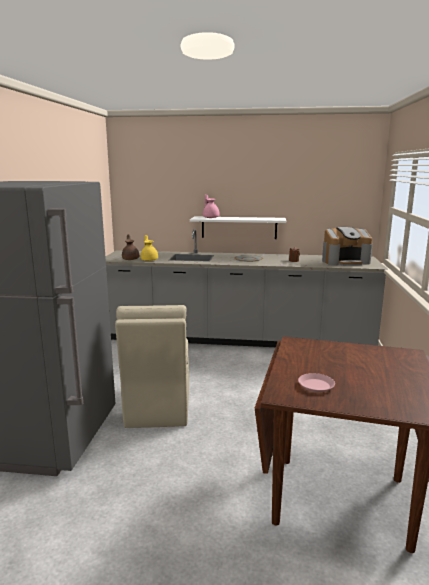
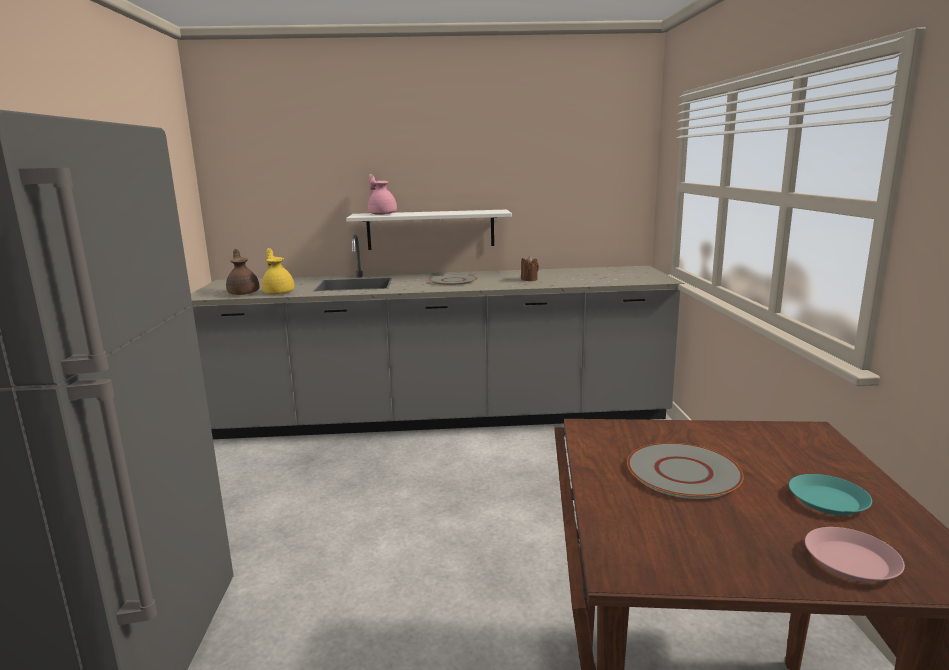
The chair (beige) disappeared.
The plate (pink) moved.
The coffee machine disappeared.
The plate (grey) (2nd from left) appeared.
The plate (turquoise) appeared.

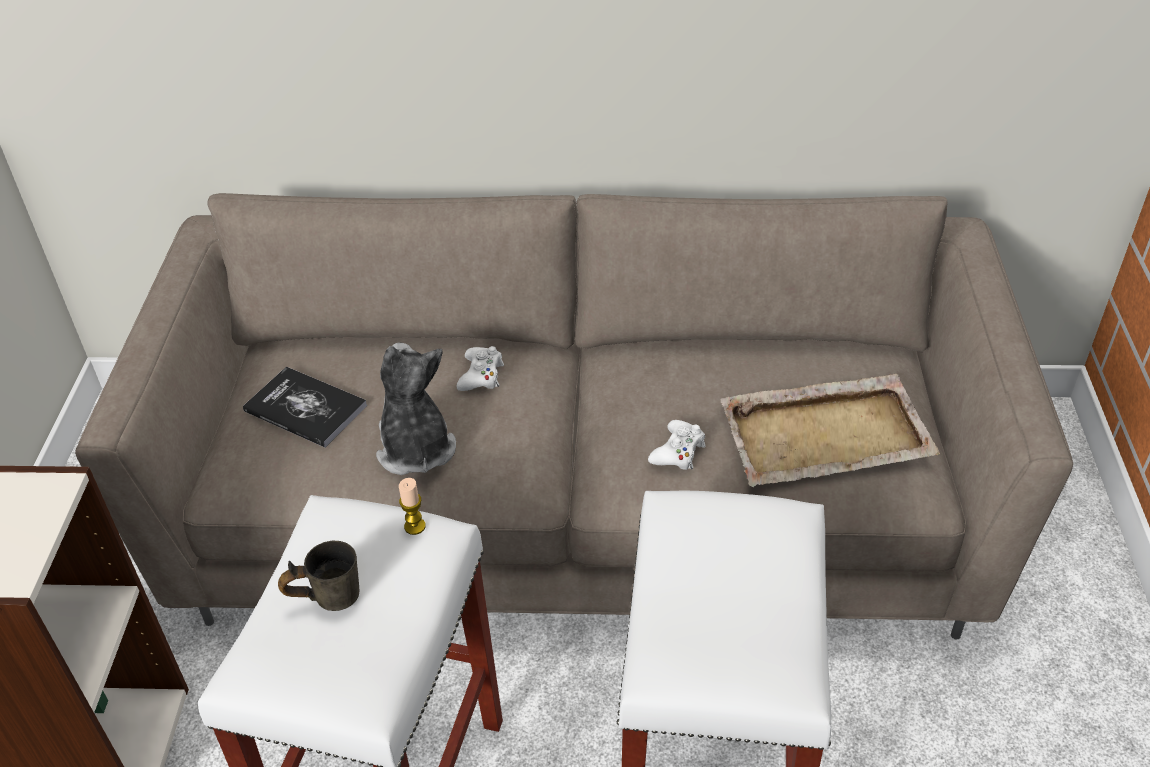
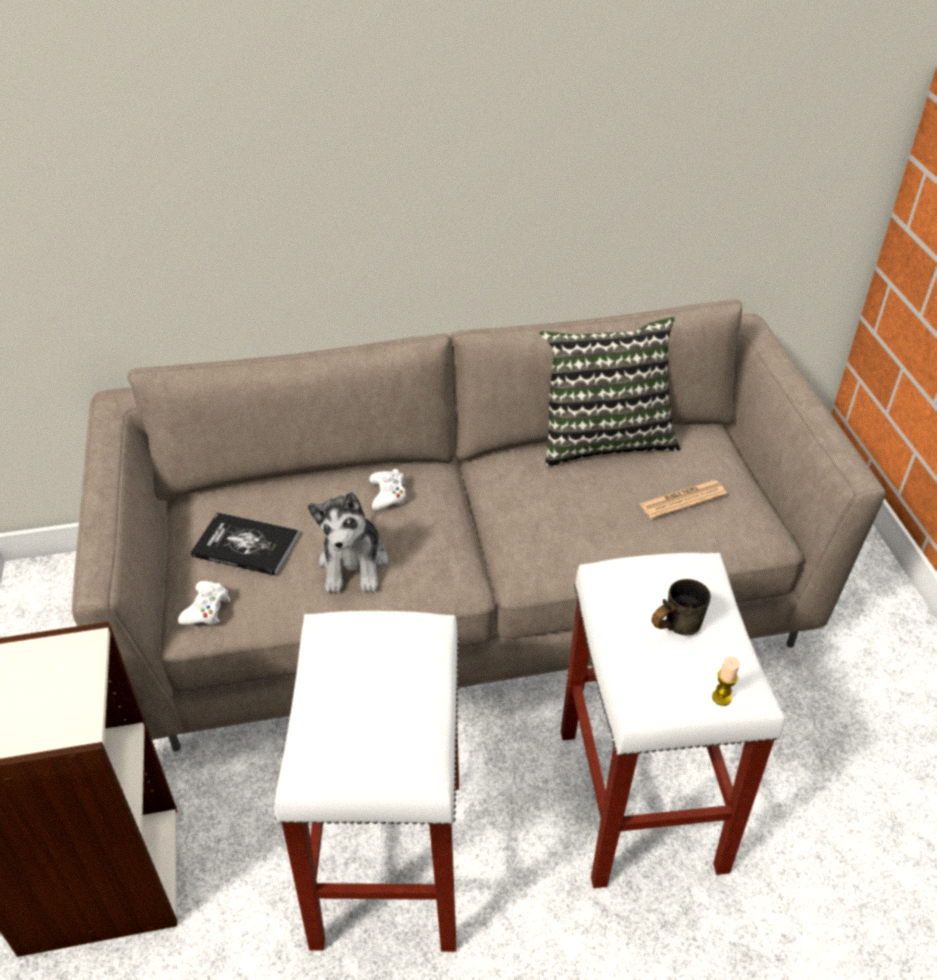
The mug (grey) moved.
The plush toy turned 150 degrees counterclockwise.
The candle moved.
The game controller (white) (2nd from left in the first image) moved.
The tray (beige) was replaced by the newspaper.
The pillow appeared.

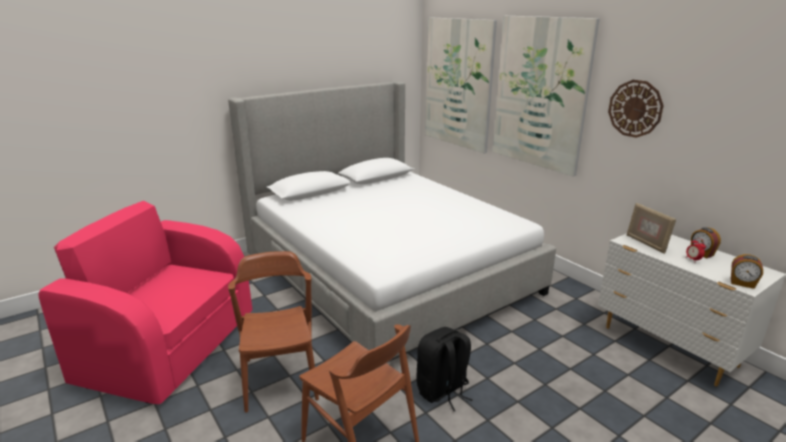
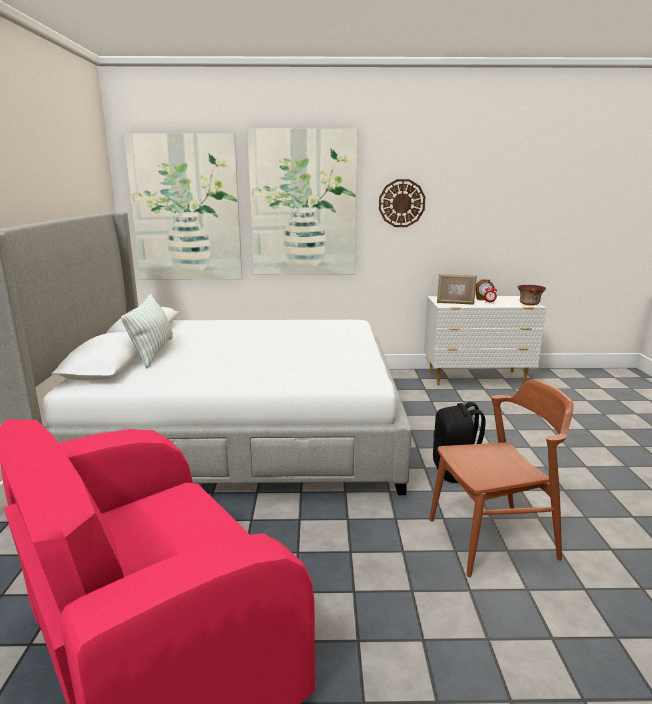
The chair (brown) (1st from left) disappeared.
The alarm clock (3rd from left) was replaced by the bowl.
The pillow appeared.

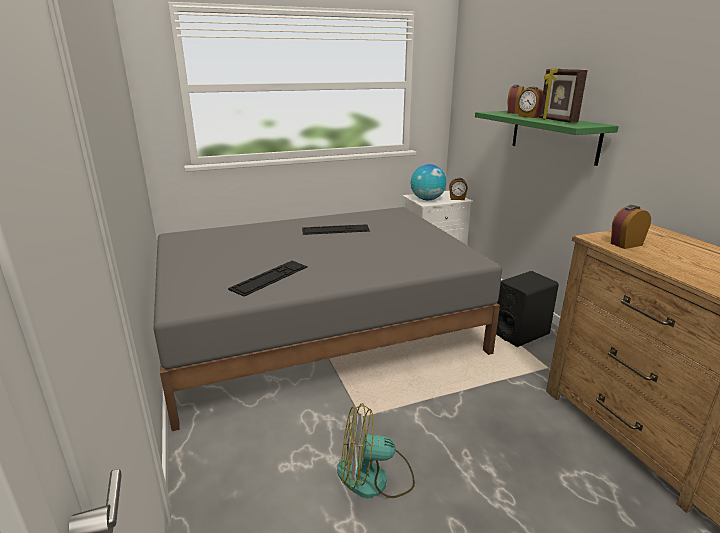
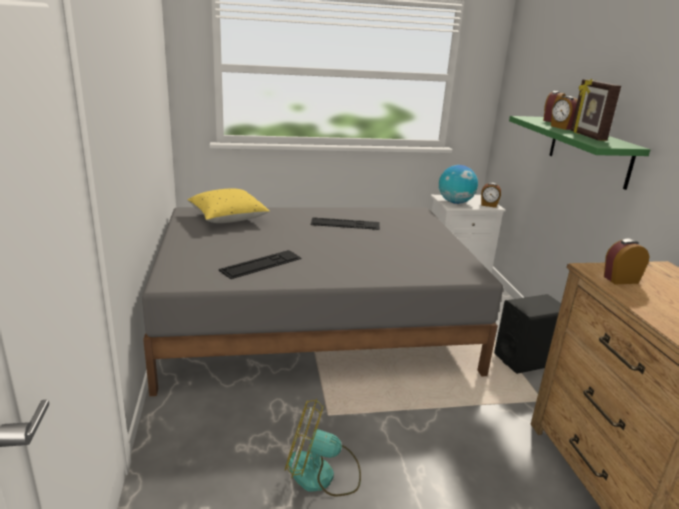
The pillow (yellow) appeared.

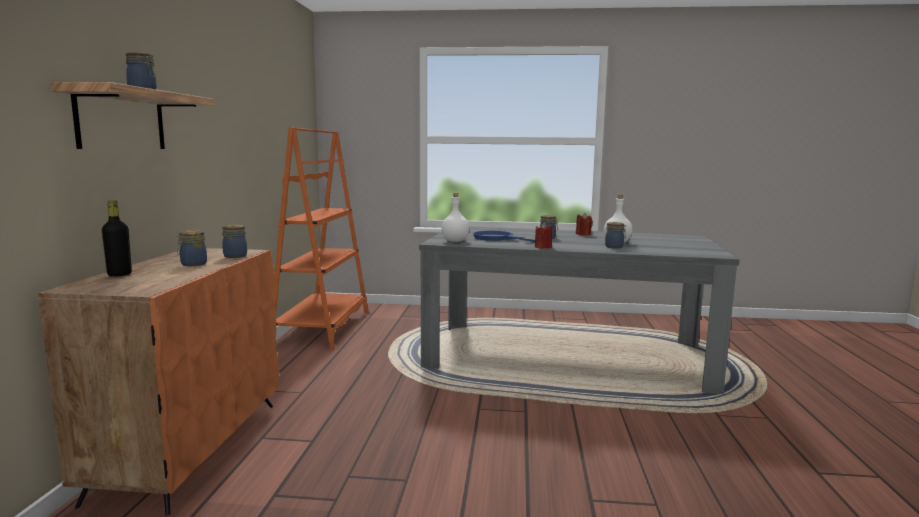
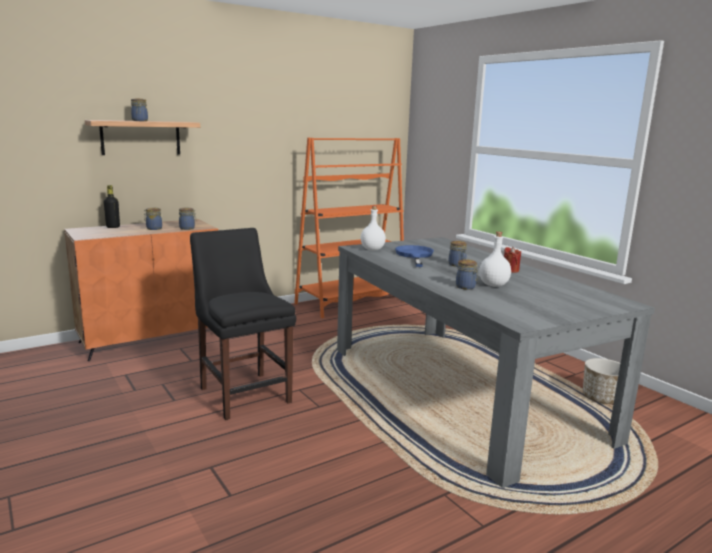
The candle (red) (1st from left) disappeared.
The chair (black) appeared.
The planter appeared.

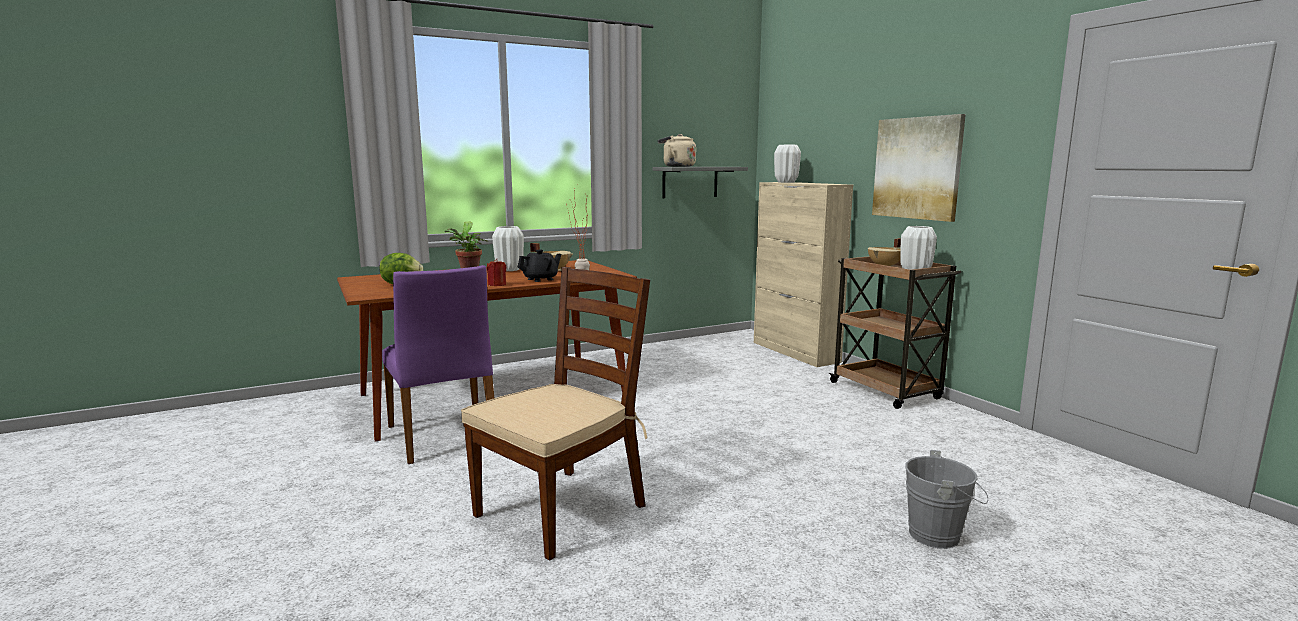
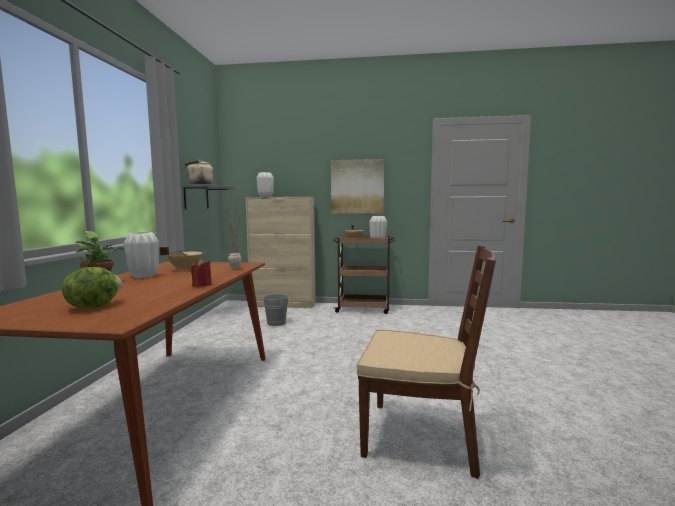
The chair (purple) disappeared.
The chair (brown) turned 120 degrees clockwise.
The teapot (black) disappeared.
The bucket (grey) moved.

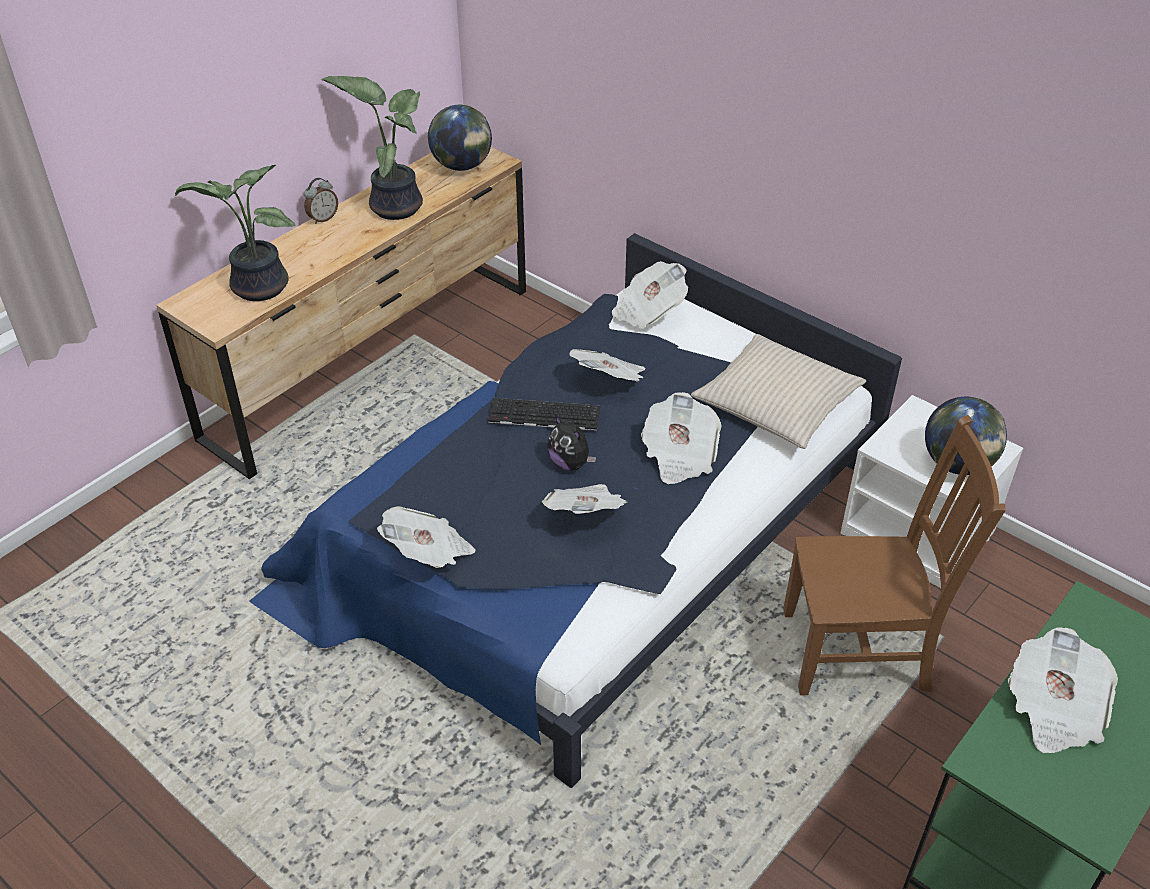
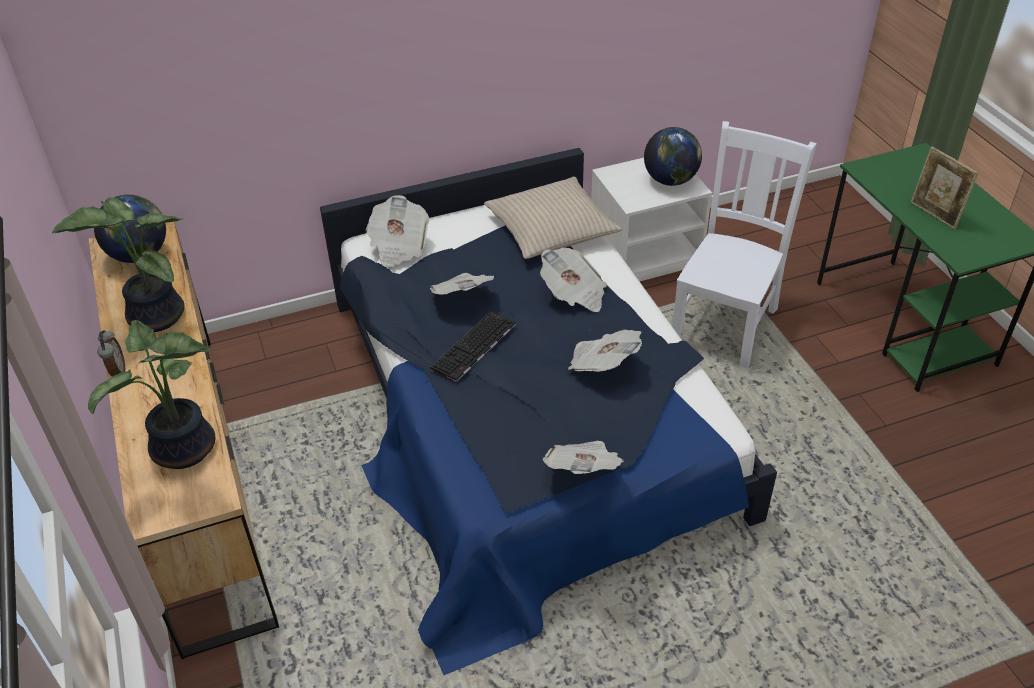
The plush toy disappeared.
The chair (brown) became the chair (white).
The newspaper (6th from left) was replaced by the picture frame.

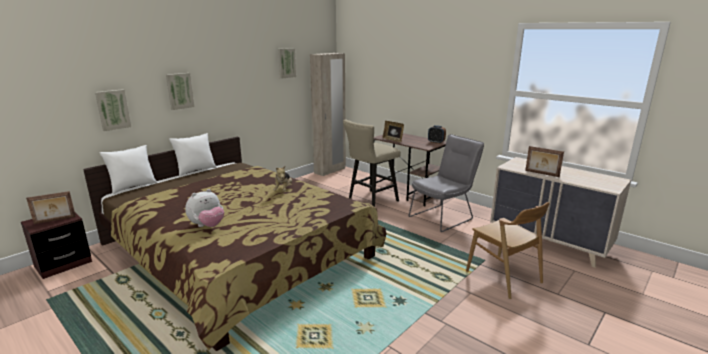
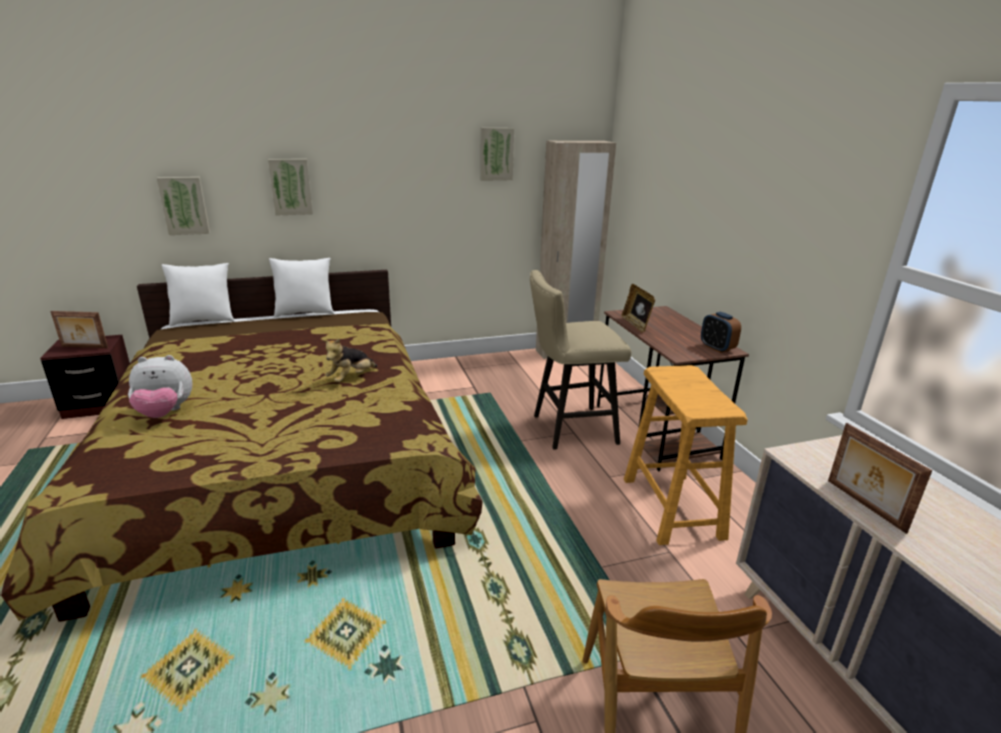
The chair (grey) was replaced by the stool (beige) (2nd from left).

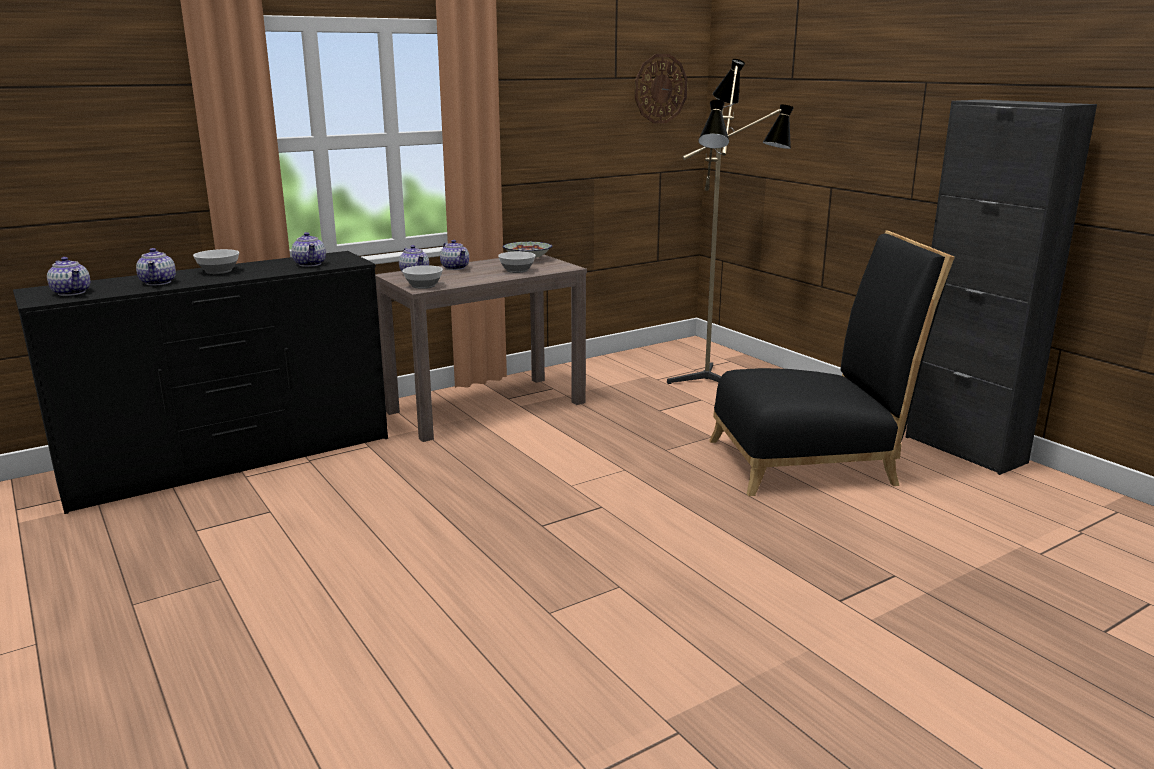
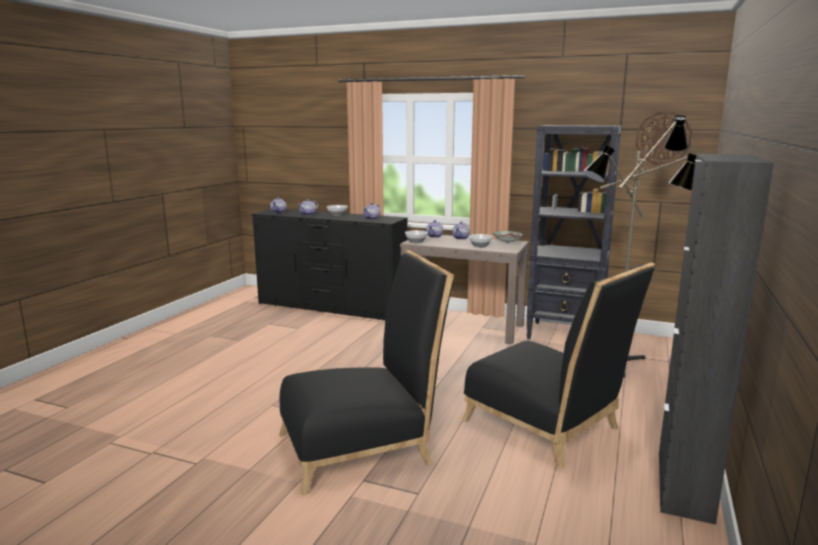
The chair (black) (1st from left) appeared.
The bookcase (black) appeared.

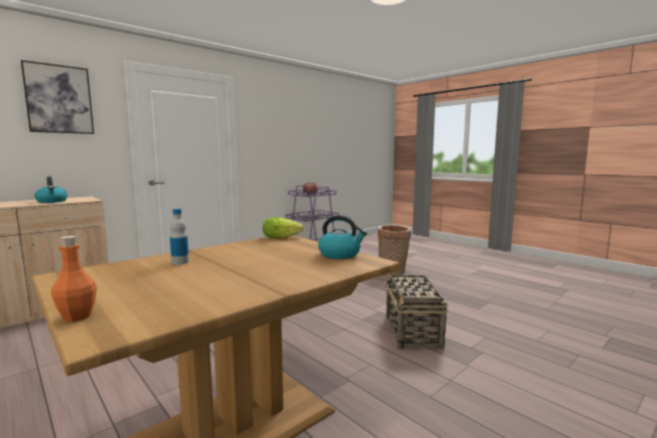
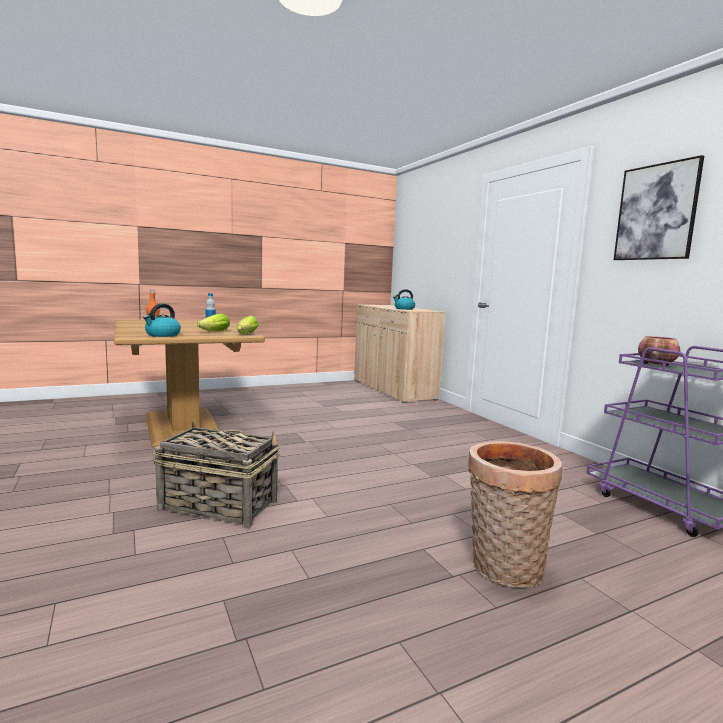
The picture moved.
The lettuce (1st from left) appeared.

